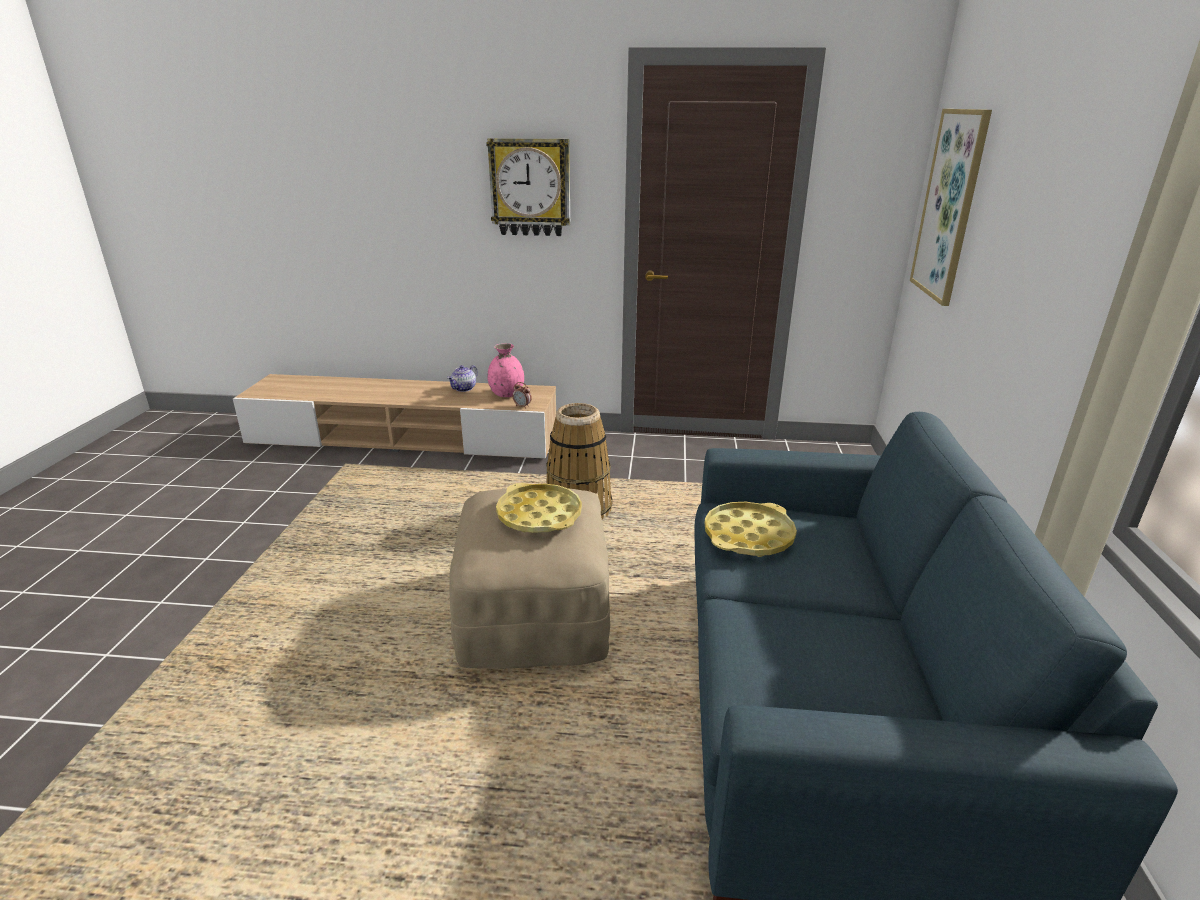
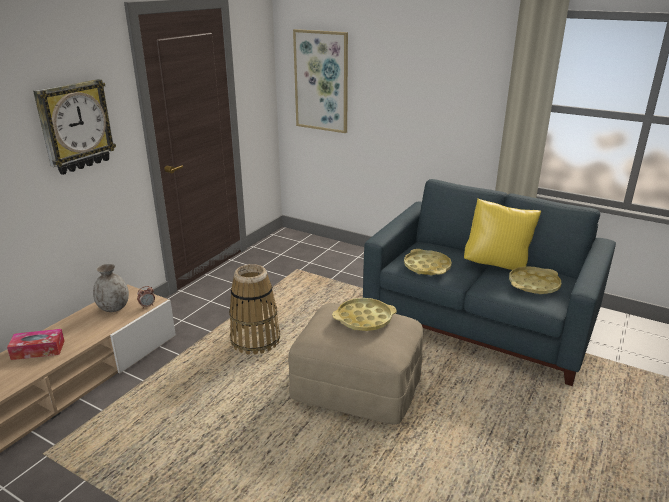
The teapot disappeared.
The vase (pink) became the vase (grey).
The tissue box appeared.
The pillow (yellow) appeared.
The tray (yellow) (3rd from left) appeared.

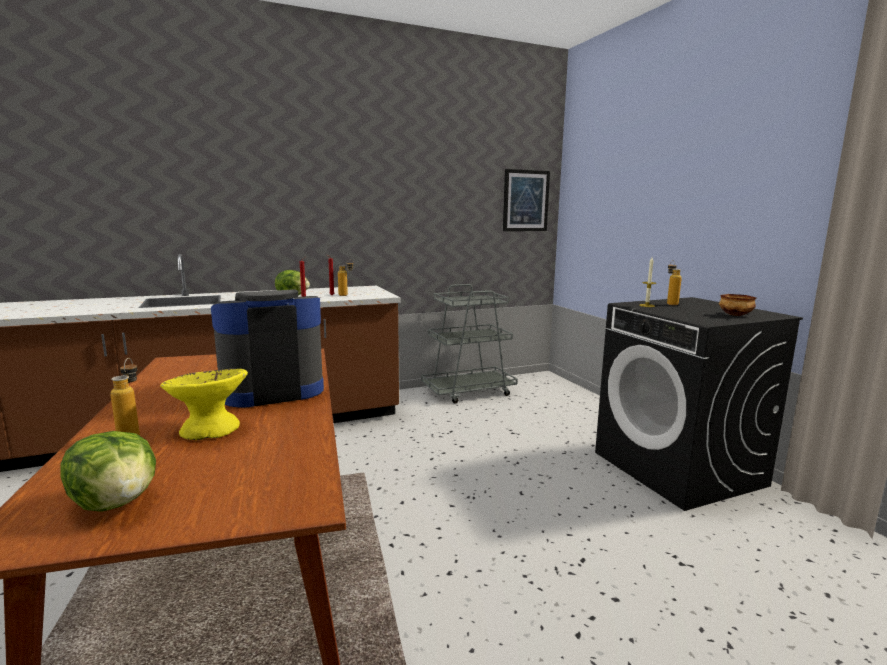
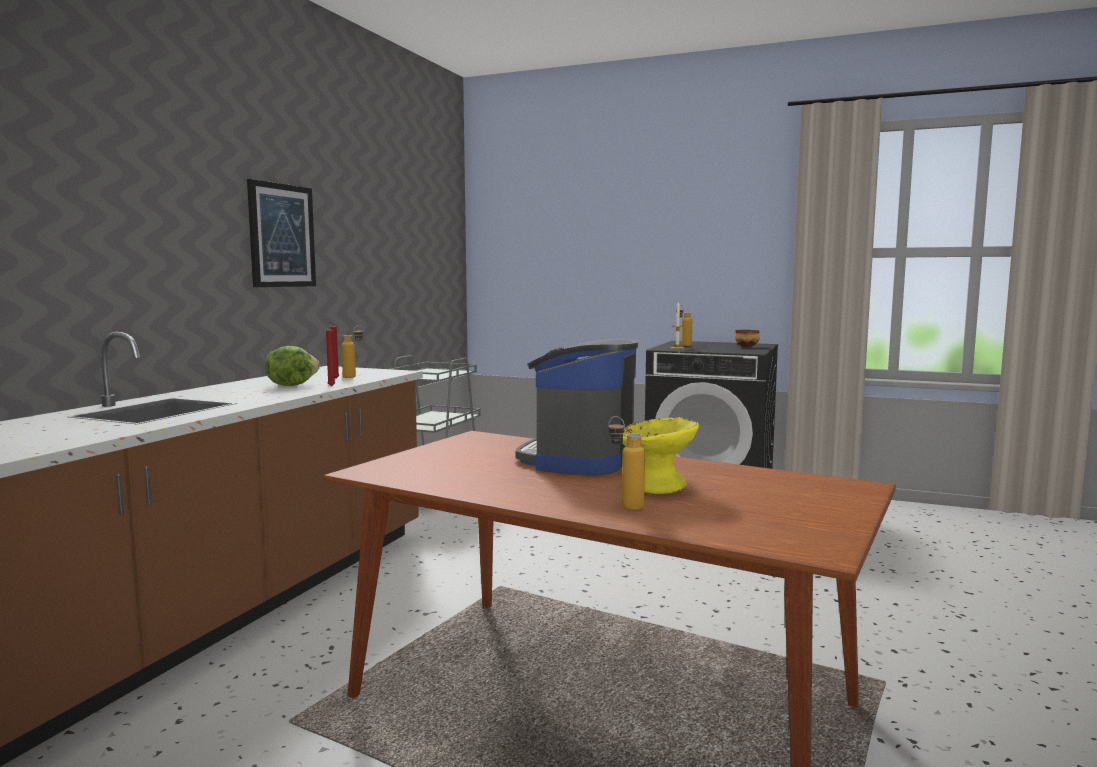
The lettuce (1st from left) disappeared.
The picture moved.

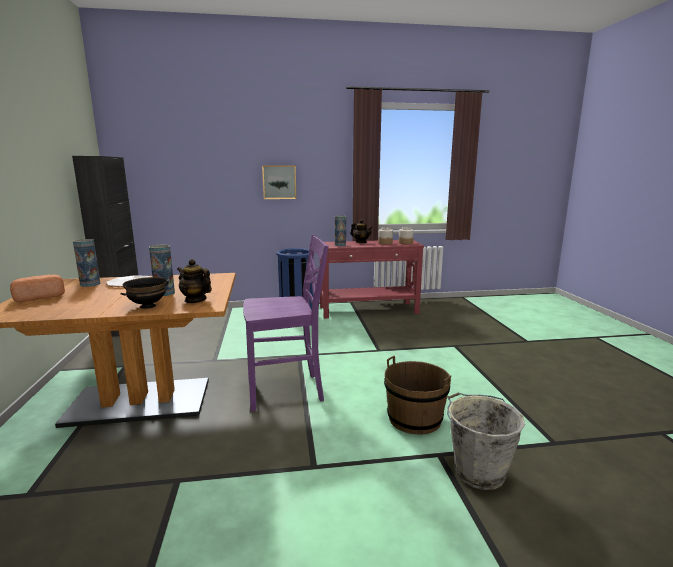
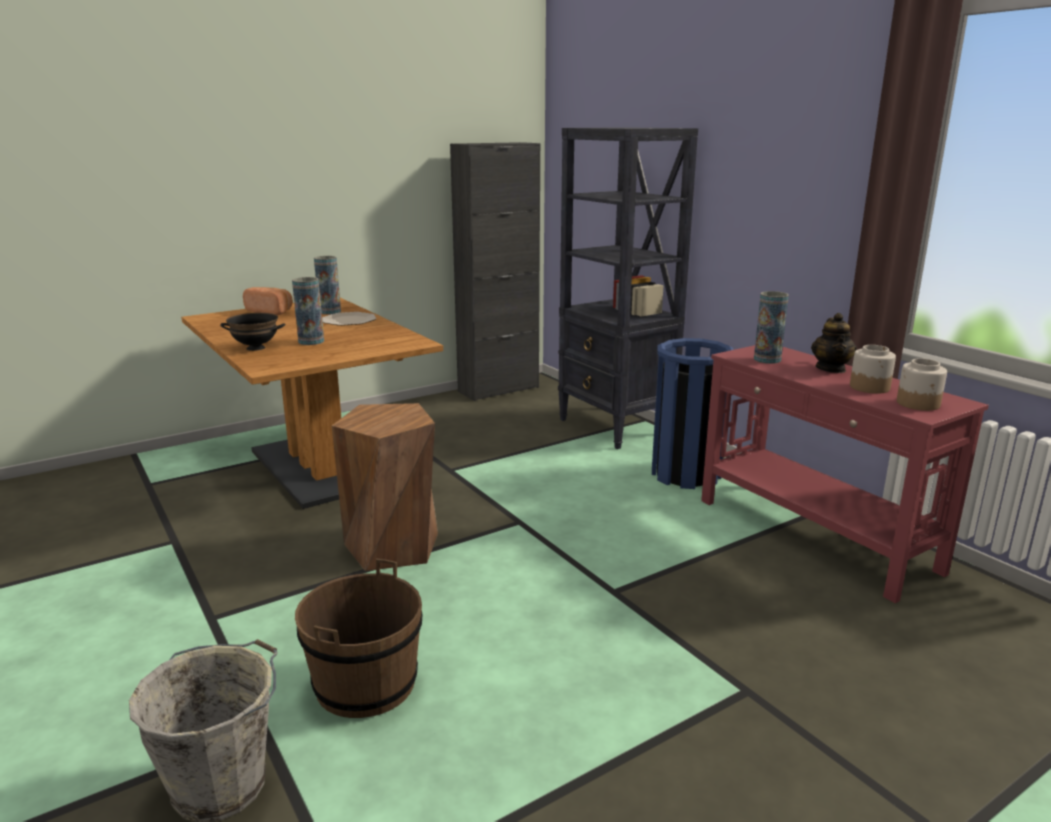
The teapot (1st from left) disappeared.
The chair (purple) was replaced by the stool (brown).
The picture disappeared.
The bookcase (black) appeared.

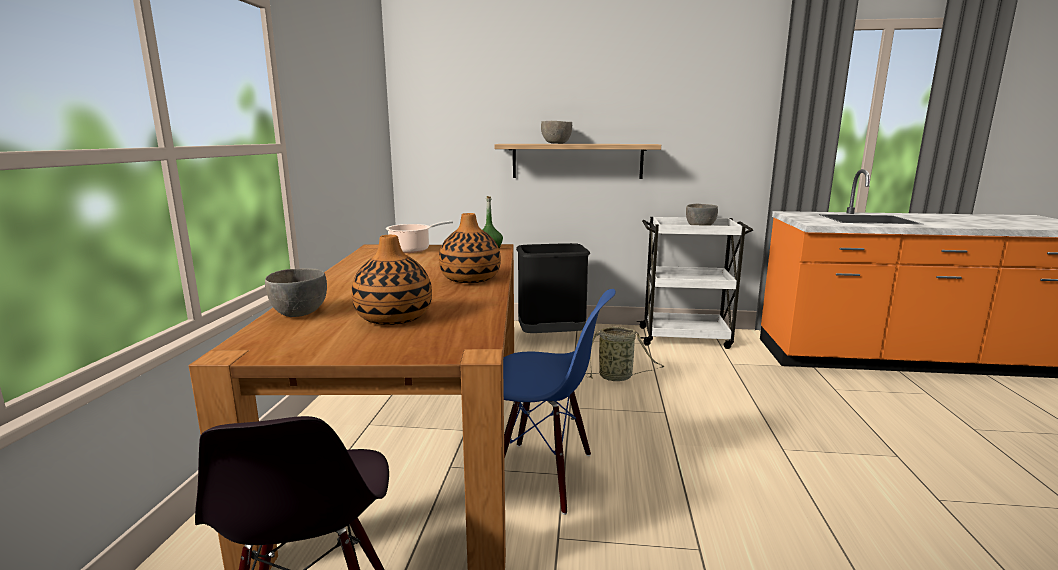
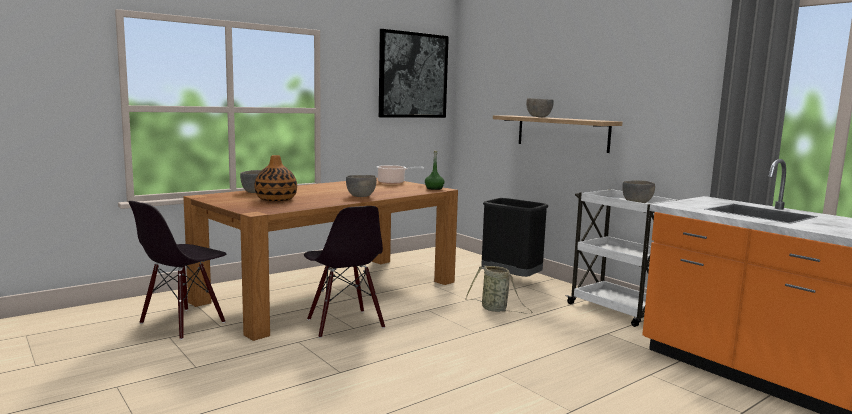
The vase (2nd from left) was replaced by the bowl (grey) (2nd from left).
The chair (blue) became the chair (black) (2nd from left).
The picture appeared.

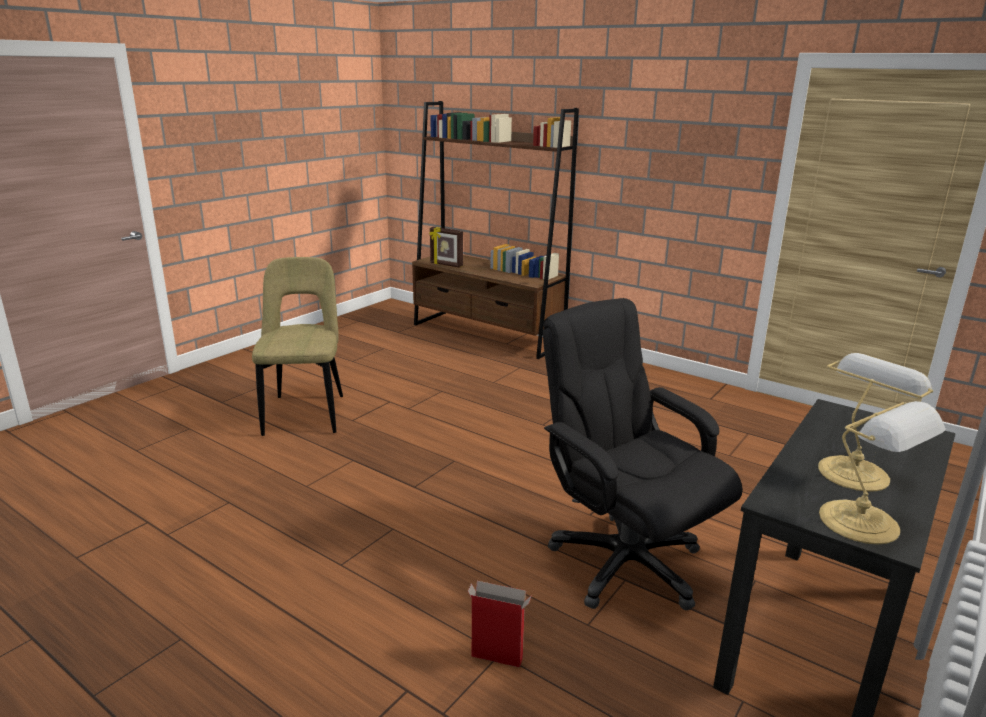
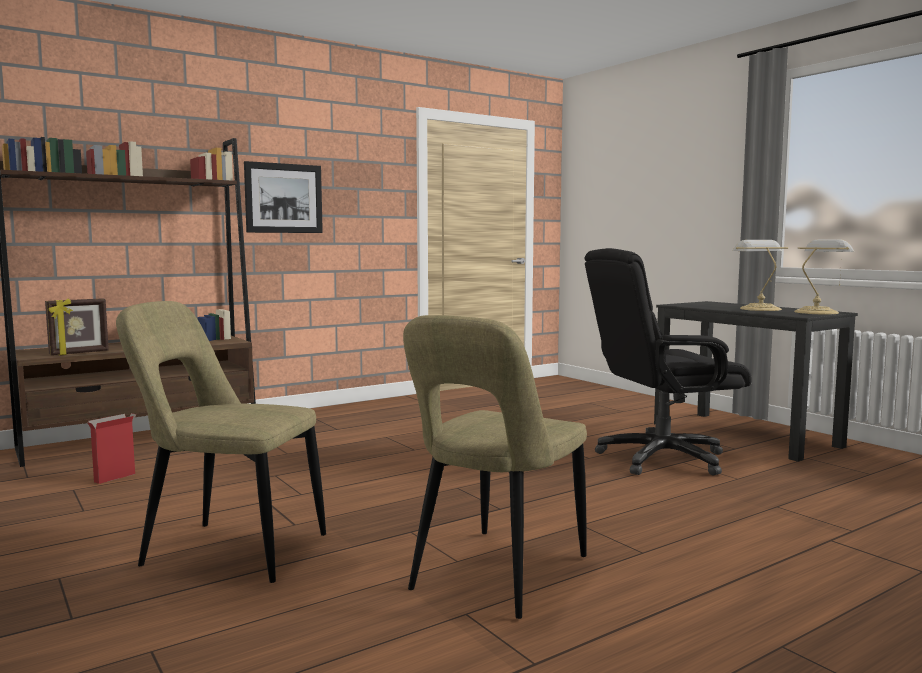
The cardboard box moved.
The picture appeared.
The chair (beige) (2nd from left) appeared.

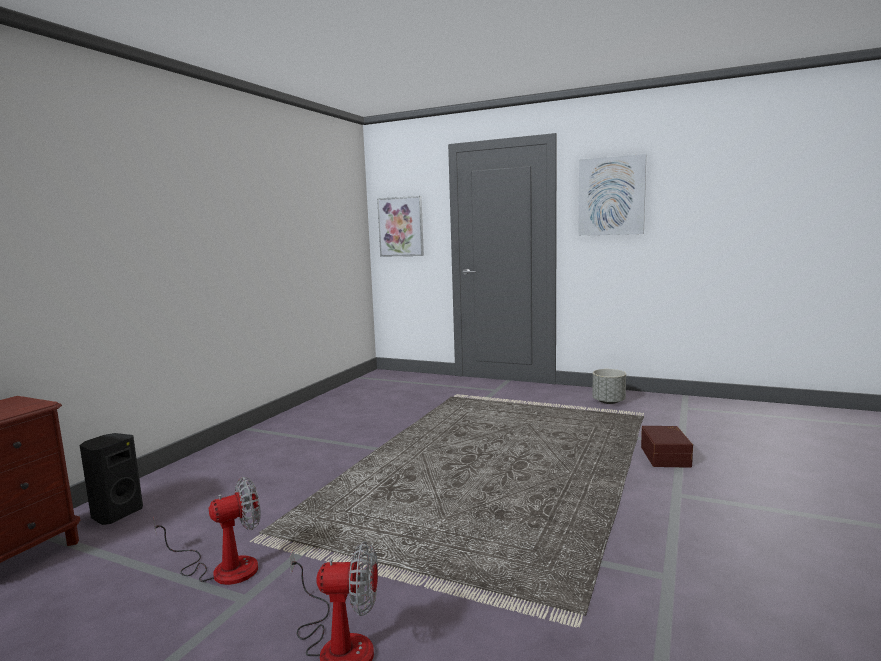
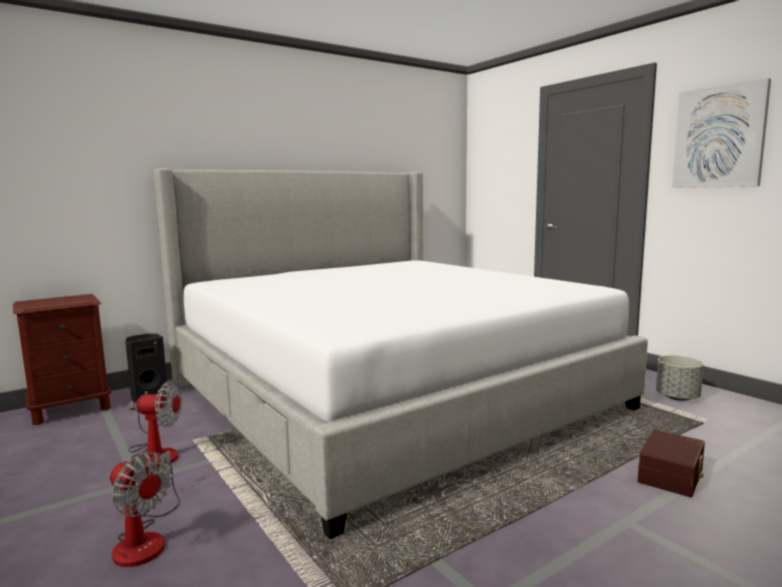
The picture (1st from left) disappeared.
The bed appeared.

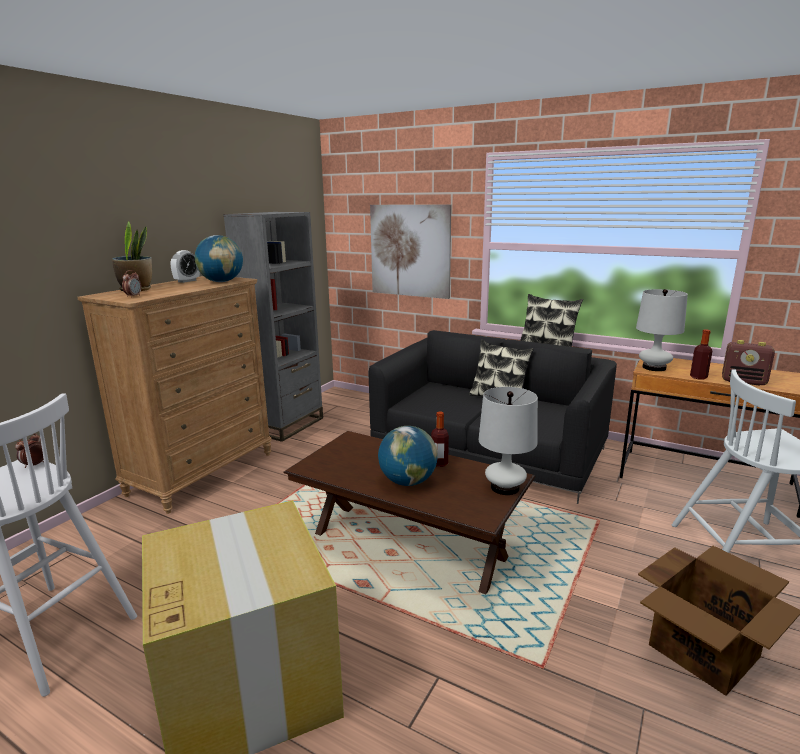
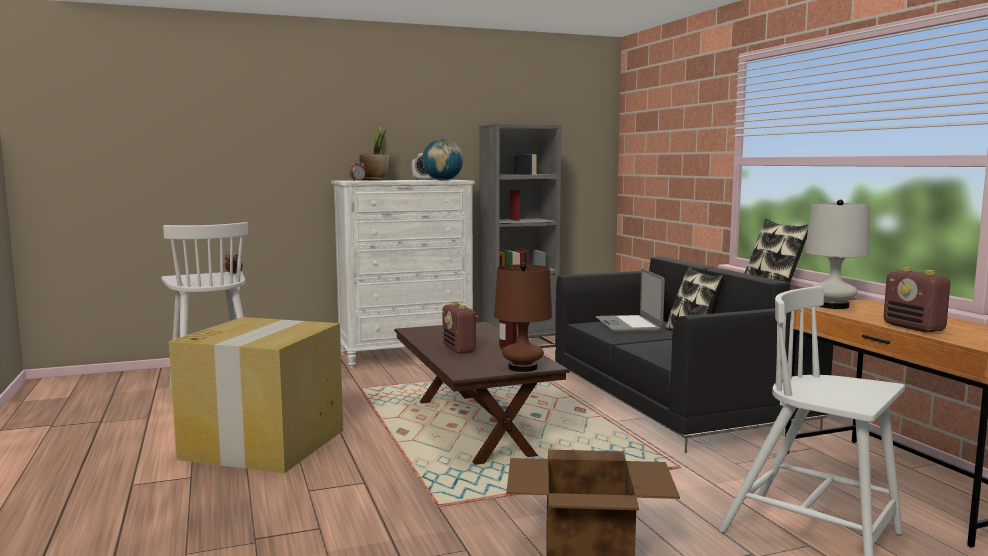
The dresser (brown) became the dresser (white).
The picture disappeared.
The globe (2nd from left) was replaced by the radio (1st from left).
The table lamp (white) (1st from left) became the table lamp (brown).
The bottle (2nd from left) disappeared.
The laptop appeared.

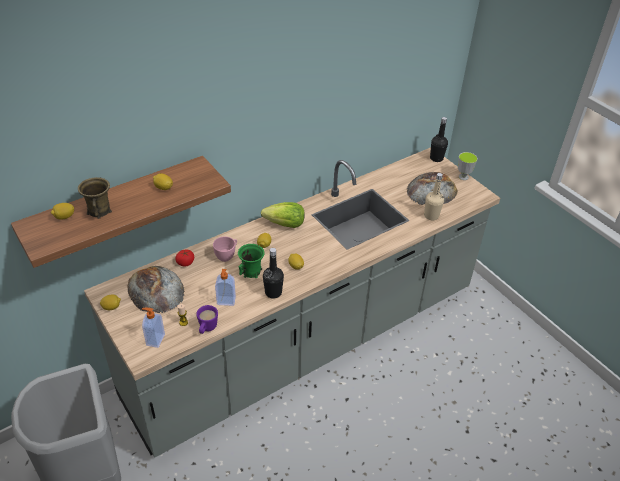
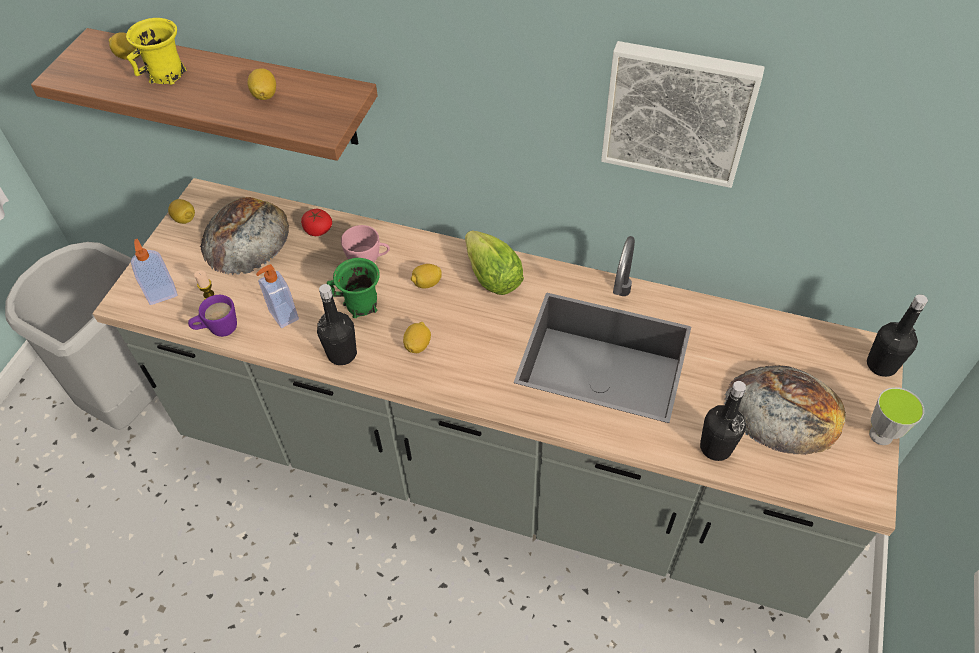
The mug (brown) became the mug (yellow).
The bottle (beige) became the bottle (black) (2nd from left).
The picture appeared.

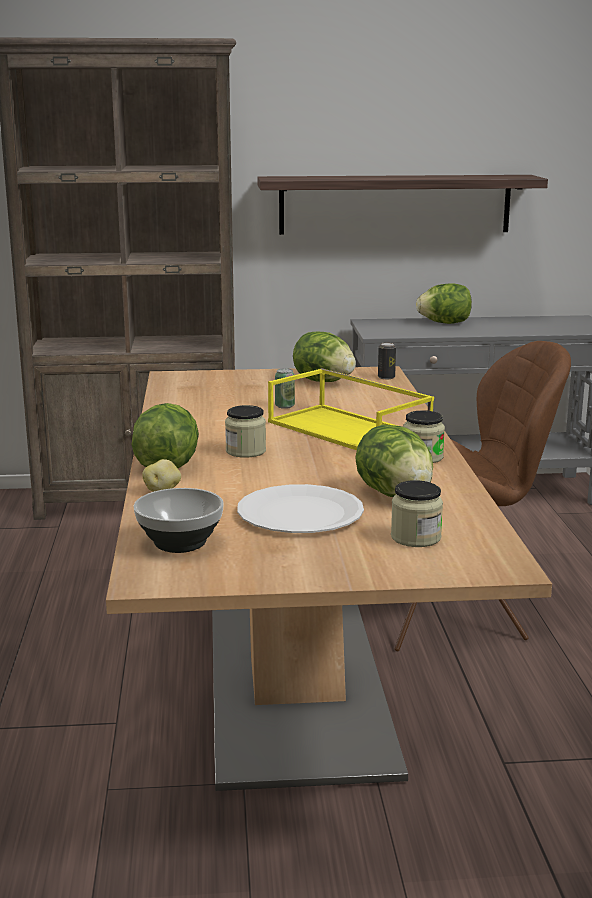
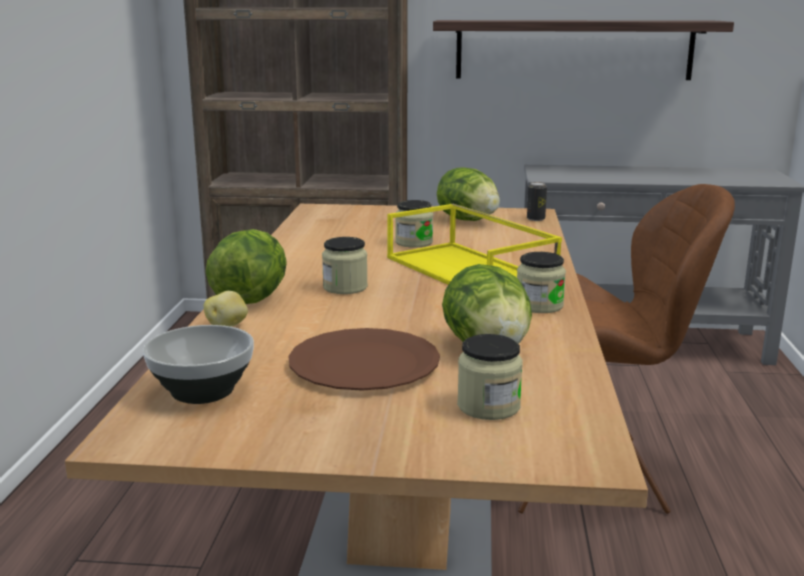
The plate (white) became the plate (brown).
The can (1st from left) was replaced by the jar (2nd from left).
The lettuce (4th from left) disappeared.

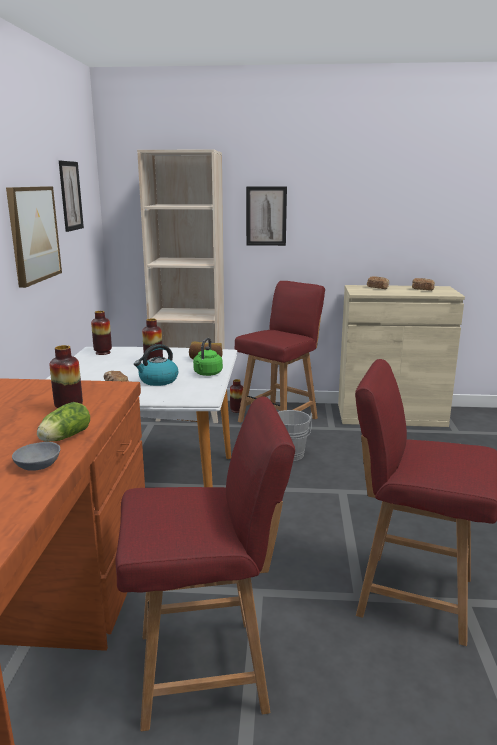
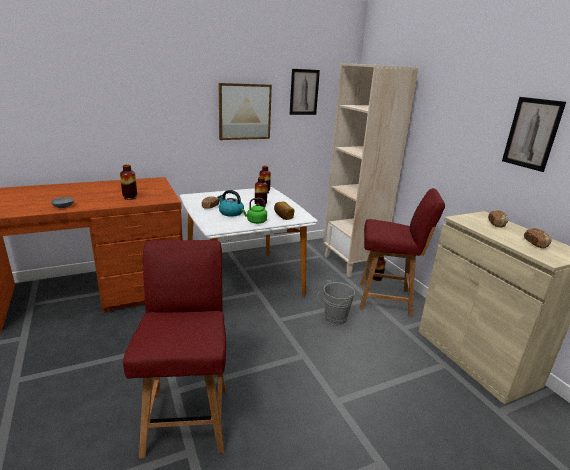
The lettuce disappeared.
The chair (red) (1st from left) disappeared.
The picture (3rd from left) moved.

